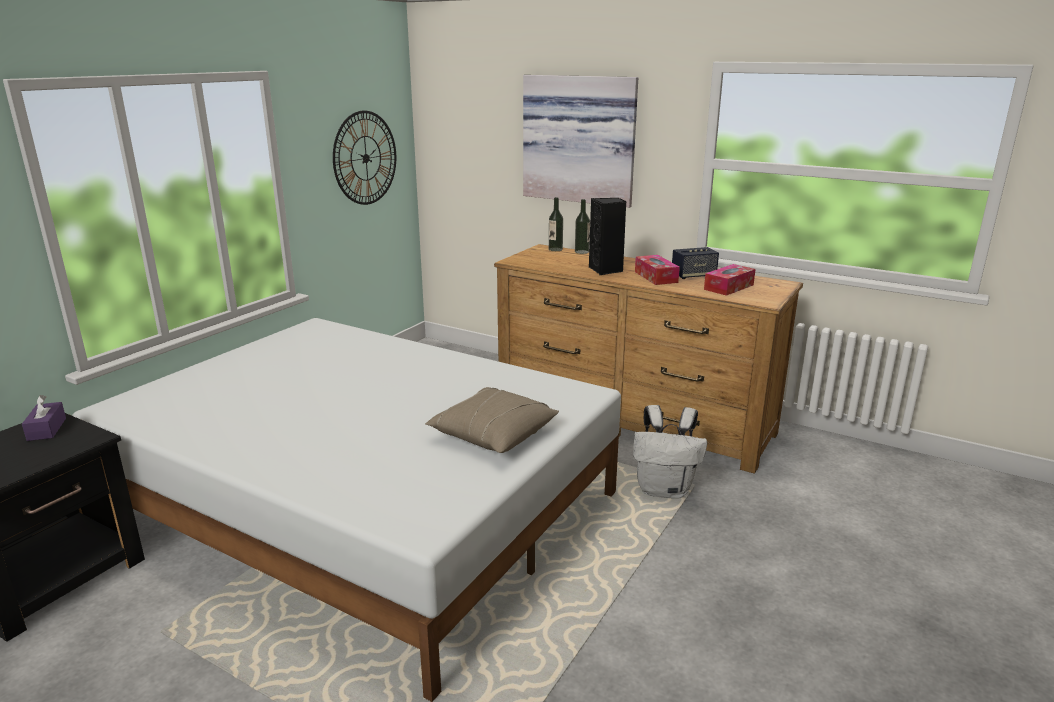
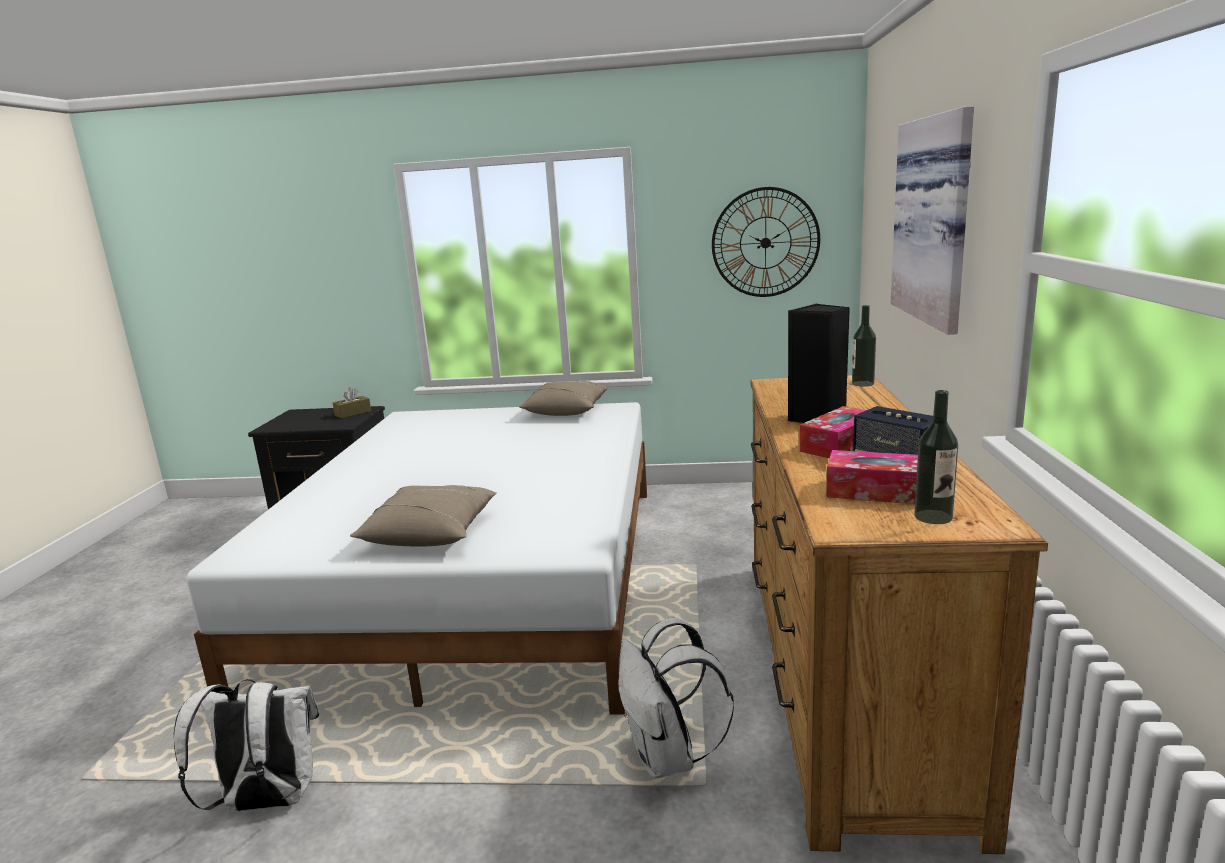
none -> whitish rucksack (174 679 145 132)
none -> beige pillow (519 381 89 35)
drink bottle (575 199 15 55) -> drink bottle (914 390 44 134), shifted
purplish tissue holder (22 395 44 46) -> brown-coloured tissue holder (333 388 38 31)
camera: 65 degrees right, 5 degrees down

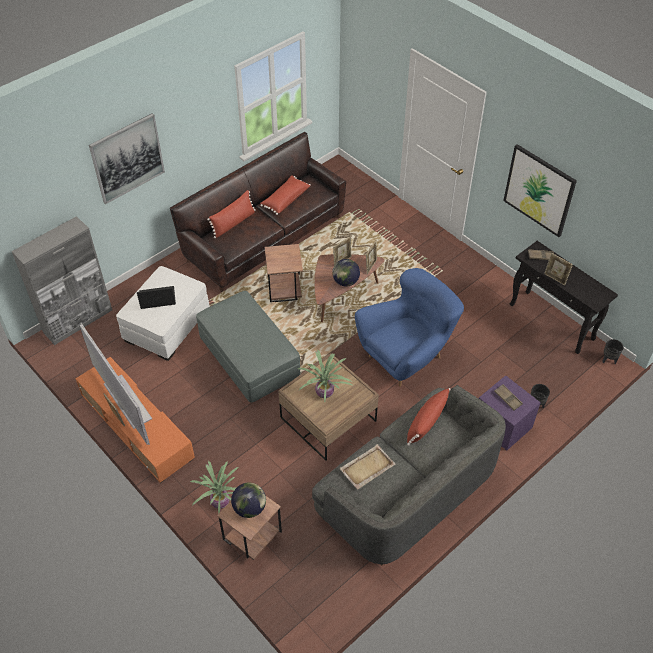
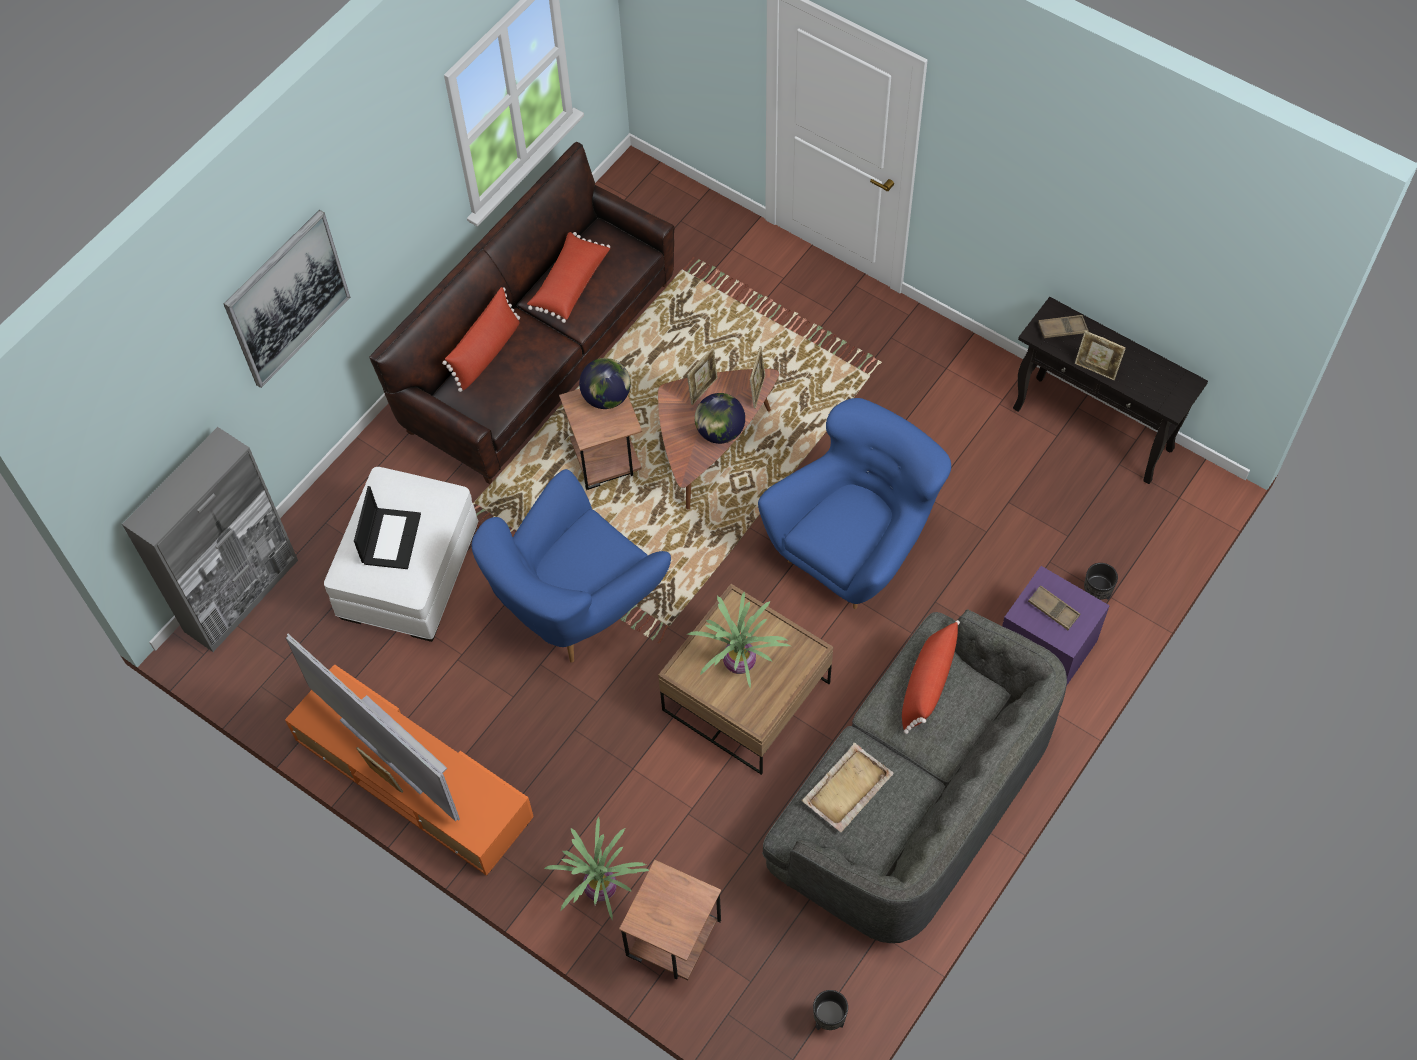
picture (503 144 74 93) -> none
desk globe (231 483 35 35) -> desk globe (579 358 52 51), shifted
black-coloured flower pot (602 339 22 25) -> black-coloured flower pot (813 990 35 40), shifted
gray footrest (196 291 104 112) -> blue-coloured lounge chair (472 469 199 194)
laptop (137 286 39 23) -> laptop (354 486 67 83), 120 degrees clockwise
camera: 10 degrees left, 10 degrees up

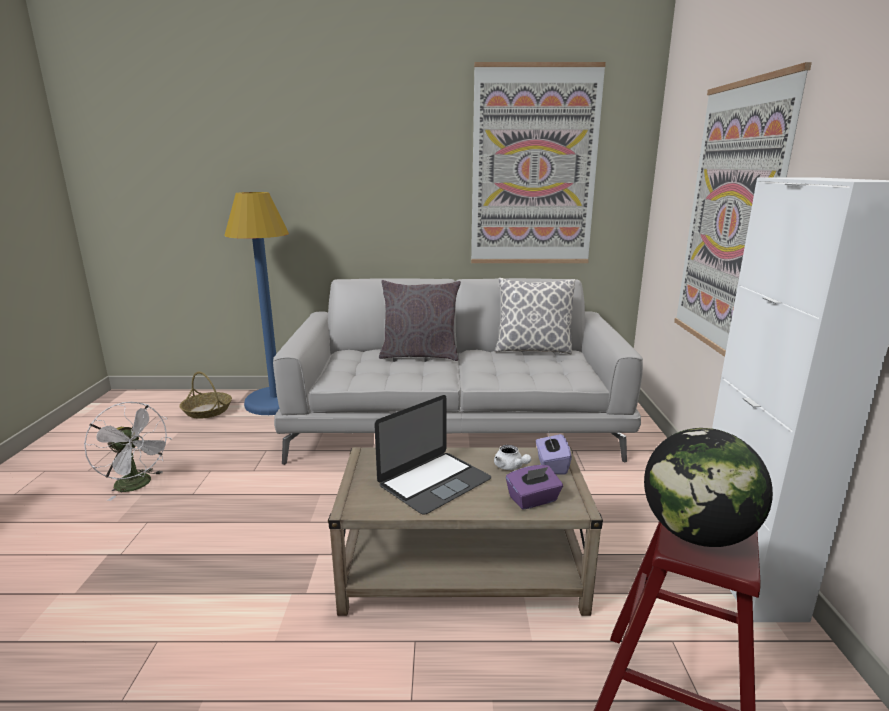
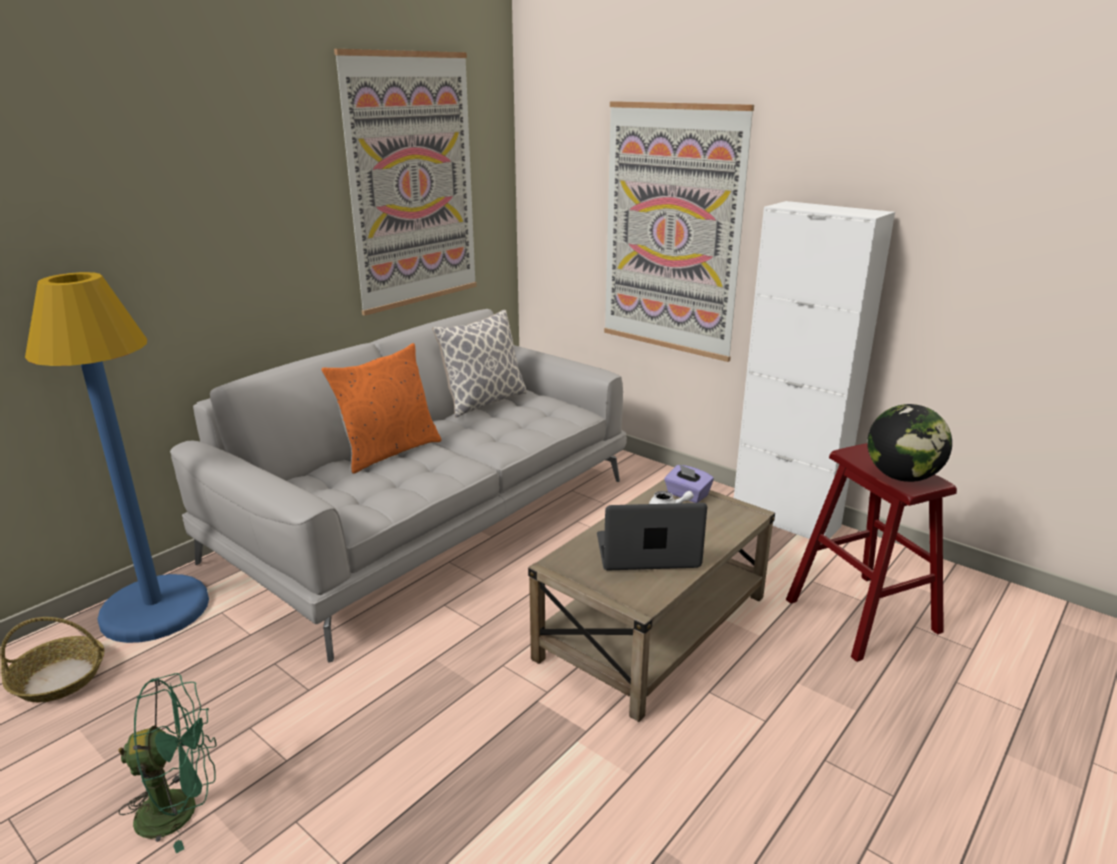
purplish tissue holder (506 465 57 45) -> none
whitish cooling fan (84 402 88 99) -> green-coloured cooling fan (118 673 99 181)
gray pillow (379 280 82 81) -> orangey pillow (321 343 120 131)
laptop (374 395 117 120) -> laptop (597 503 110 67), 90 degrees counterclockwise
camera: 50 degrees left, 5 degrees up

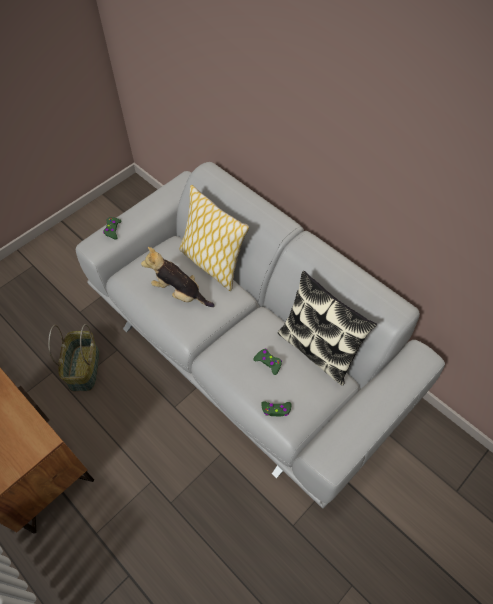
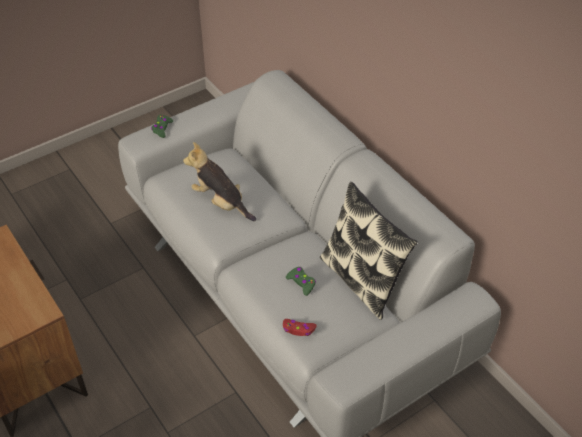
storage basket (48 324 51 67) -> none
pillow (179 185 70 106) -> none
green-coloured gamepad (261 401 30 15) -> red-coloured gamepad (283 319 34 17)
camera: 10 degrees right, 10 degrees down

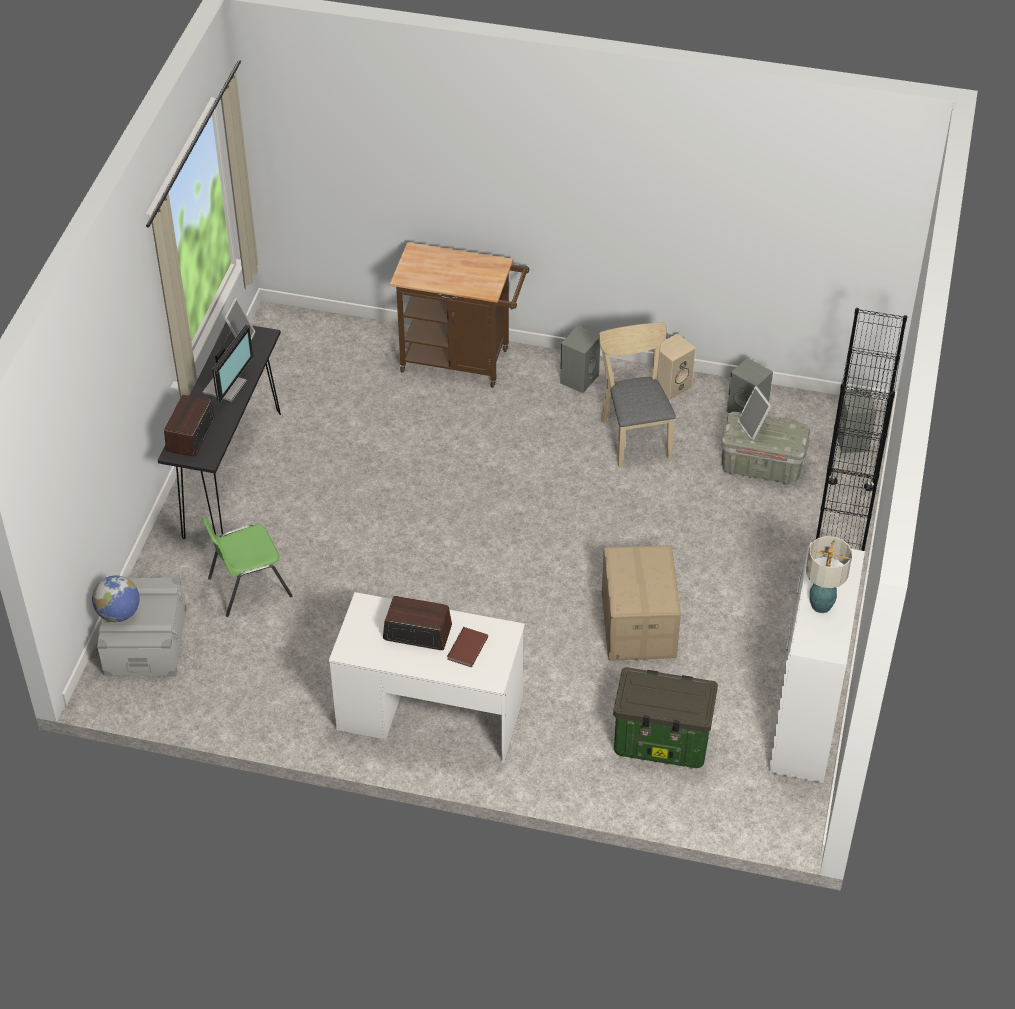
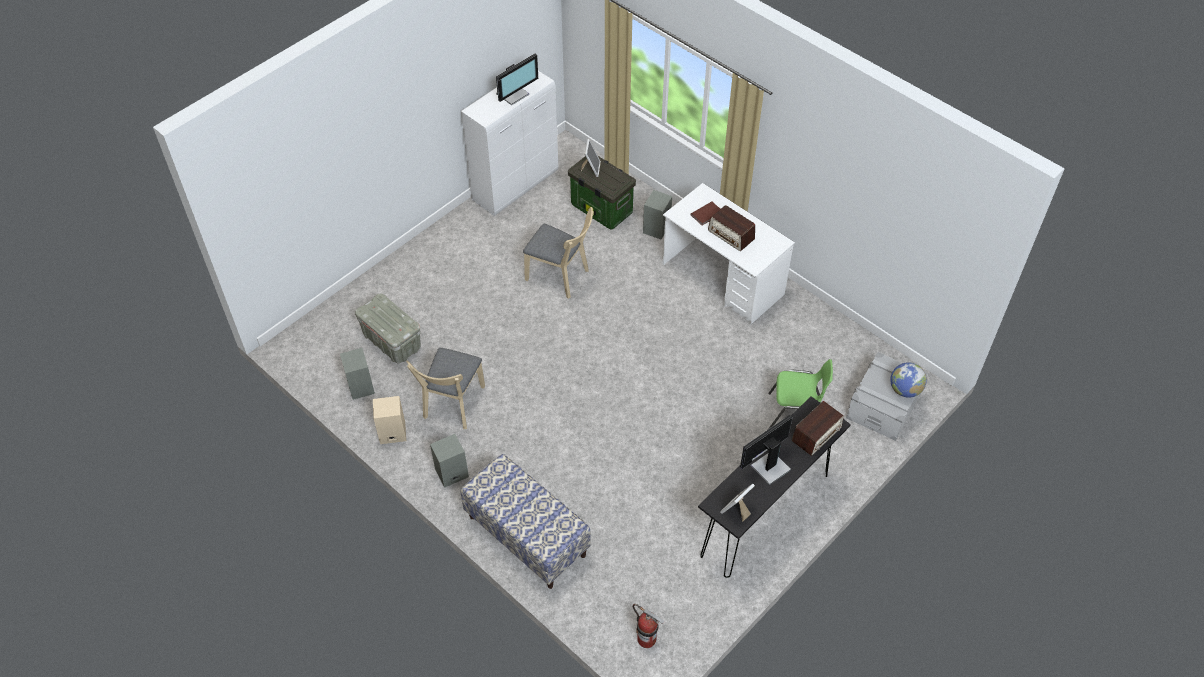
black-coloured shelving unit (816 308 91 253) -> none
none -> fire-fighting cylinder (633 604 32 44)
photo frame (737 386 34 55) -> photo frame (581 139 20 38), shifted
gray speaker (837 390 39 63) -> gray speaker (643 190 29 50), shifted
brown-coloured wheeled cart (390 242 139 146) -> indoor bench (461 454 130 135)
packing box (602 545 79 116) -> beige chair (523 207 71 92)
lamp for a table (806 536 46 77) -> computer display (496 53 42 52)
camera: 150 degrees left, 5 degrees up

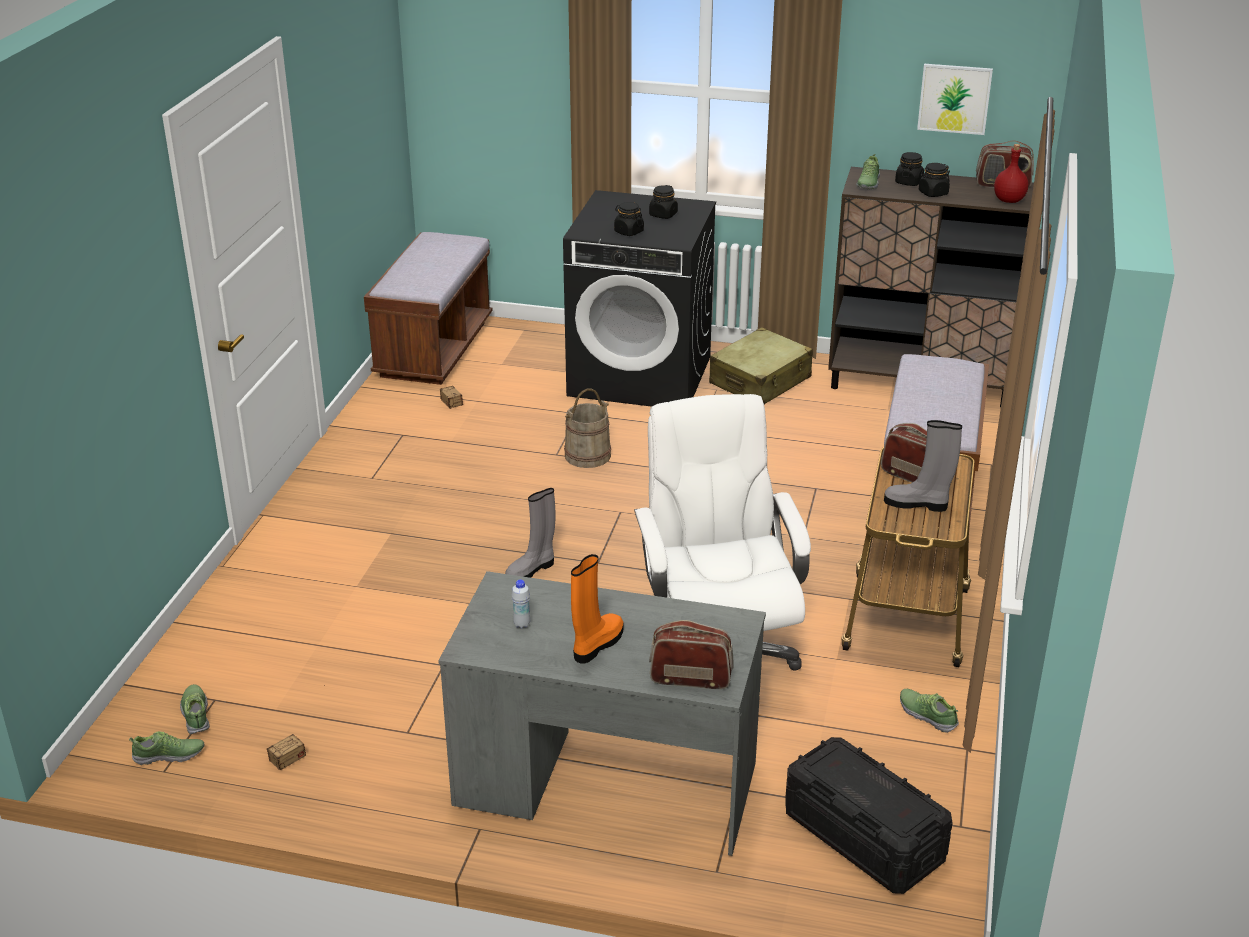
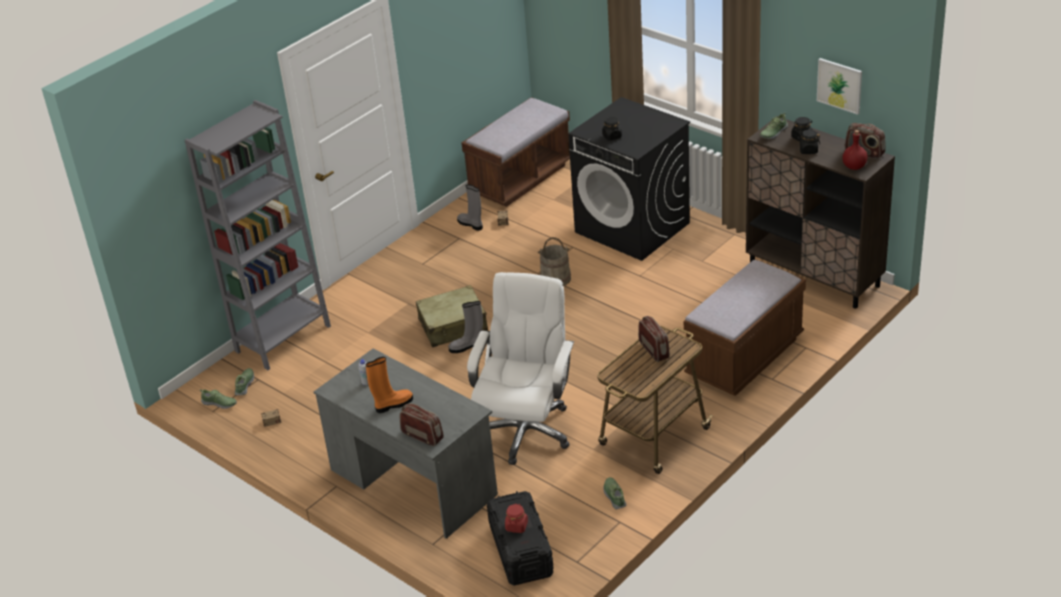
black-coloured storage jar (649 185 29 34) -> none
none -> gray shelving unit (185 100 146 270)
none -> red-coloured storage jar (505 503 23 30)
beige suitcase (709 327 104 77) -> beige suitcase (416 285 72 62), shifted
gray high-top boot (884 420 78 92) -> gray high-top boot (457 184 26 47), shifted
camera: 30 degrees right, 5 degrees up

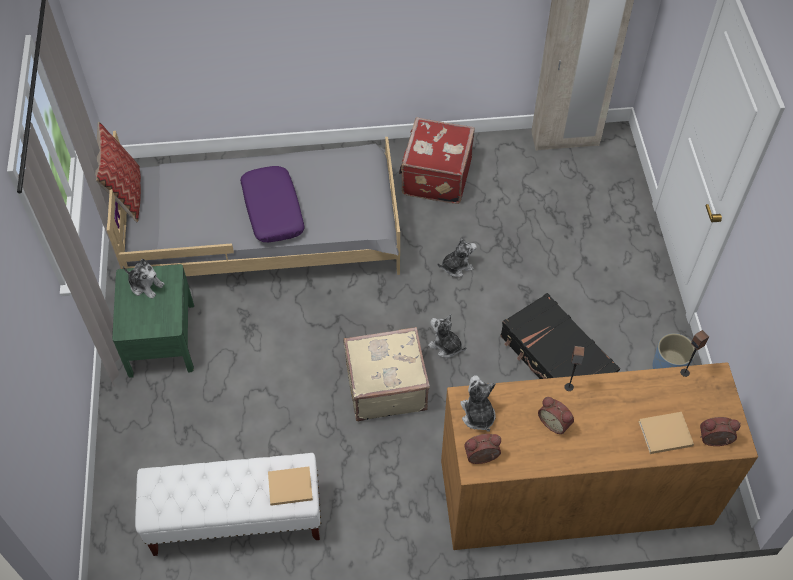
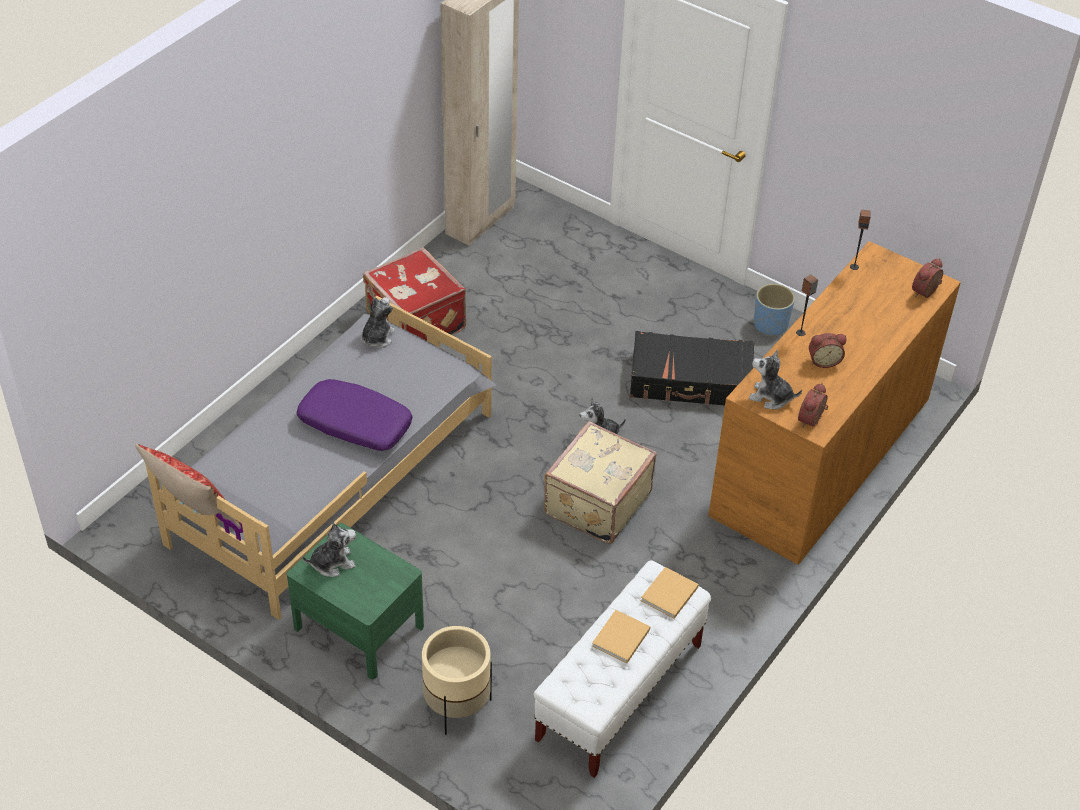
none -> beige flower pot (422 626 70 109)
plush toy (437 239 40 38) -> plush toy (361 297 34 51), shifted
beige bound book (638 412 56 42) -> beige bound book (592 610 58 53), shifted
camera: 50 degrees left, 10 degrees down

